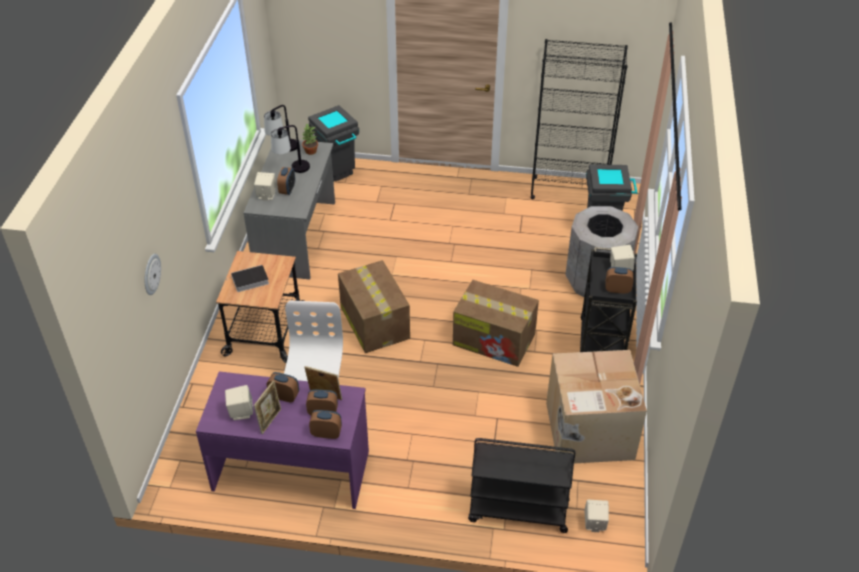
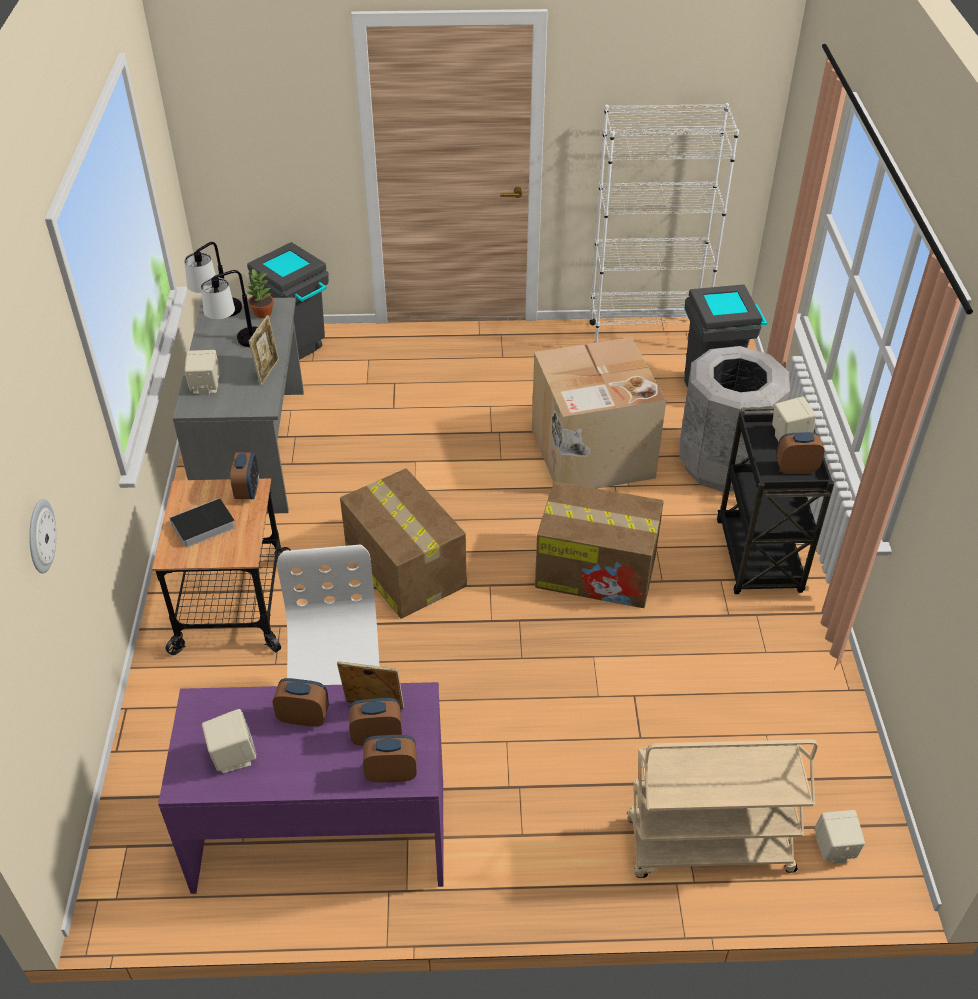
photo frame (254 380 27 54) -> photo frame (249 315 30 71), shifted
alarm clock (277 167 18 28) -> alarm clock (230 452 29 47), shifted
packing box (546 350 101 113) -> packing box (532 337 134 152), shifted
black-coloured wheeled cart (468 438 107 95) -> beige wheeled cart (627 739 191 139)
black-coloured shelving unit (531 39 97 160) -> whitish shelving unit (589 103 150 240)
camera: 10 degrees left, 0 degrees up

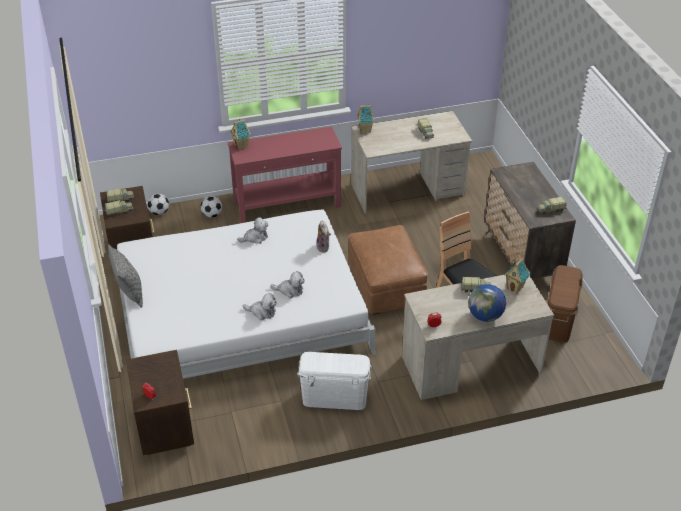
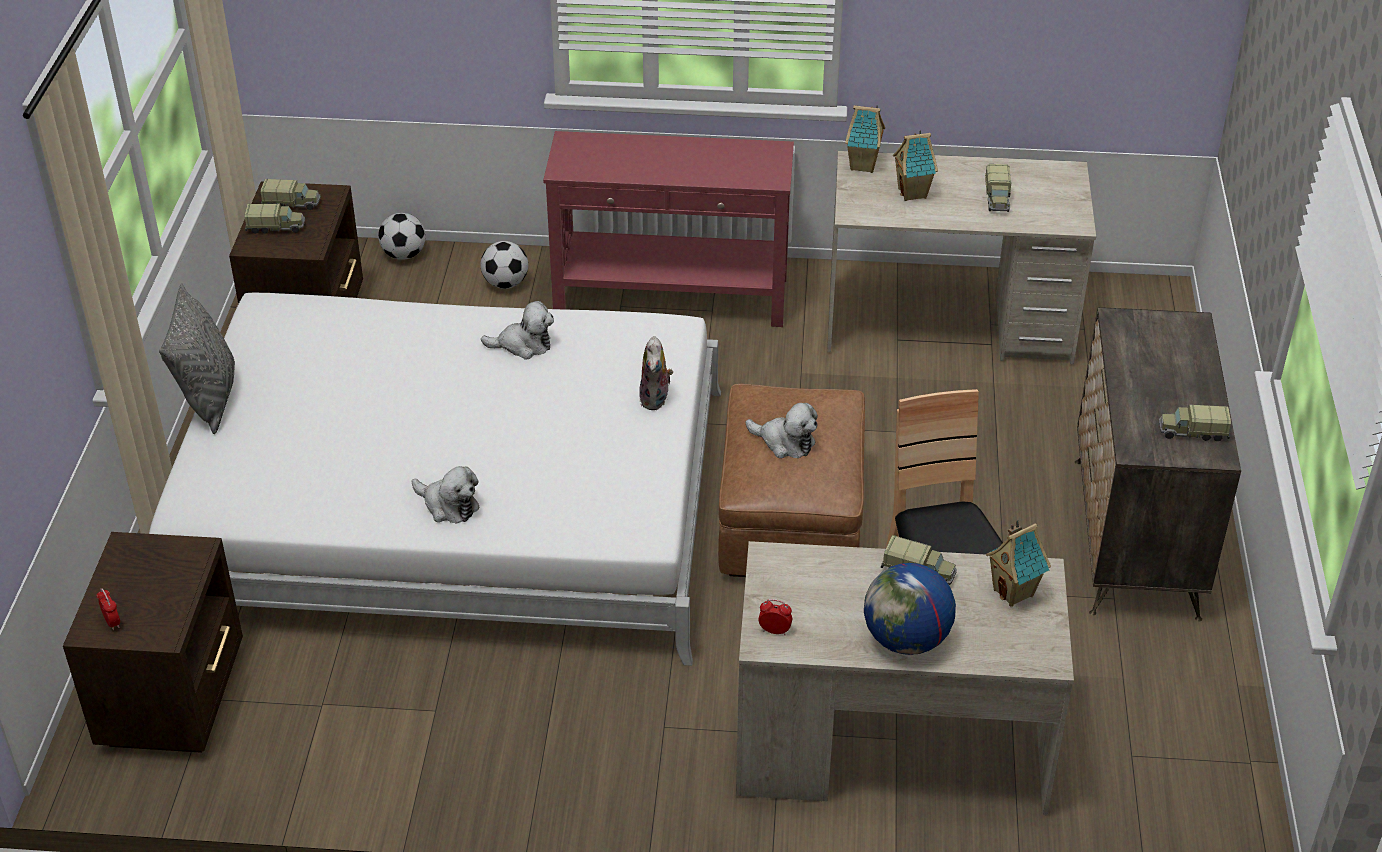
whitish storage container (297 352 75 58) -> none
brown-coloured storage container (547 265 36 77) -> none
toy house (230 119 21 31) -> toy house (893 130 45 71), shifted
plush toy (270 271 35 27) -> plush toy (746 403 72 55), shifted
camera: 20 degrees right, 0 degrees up

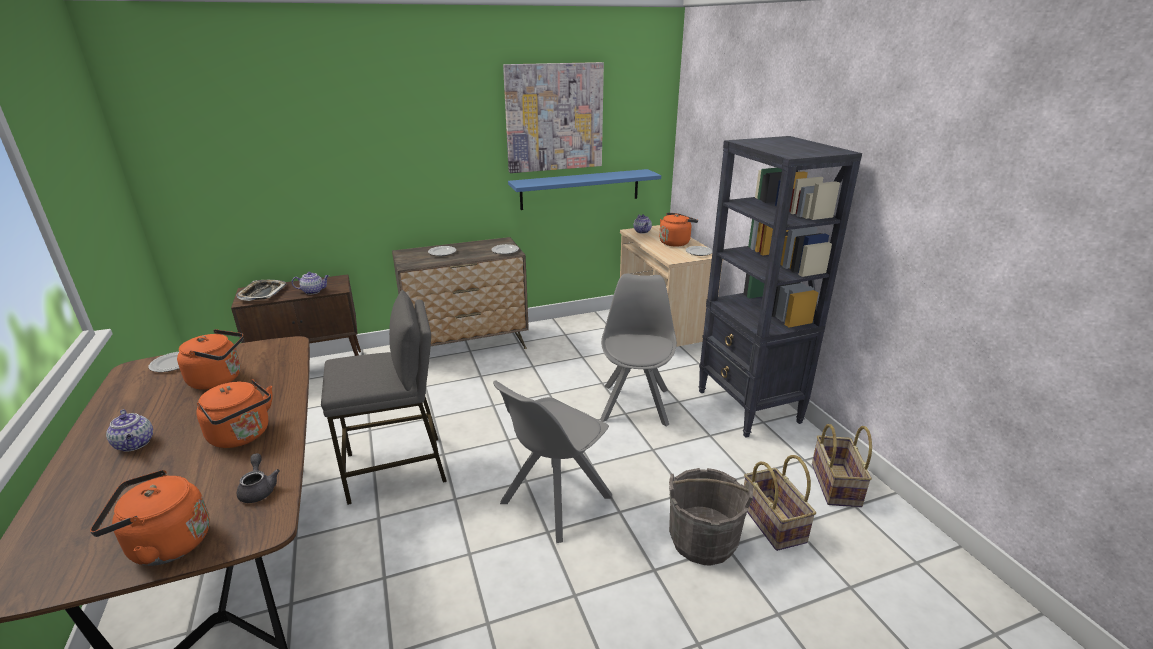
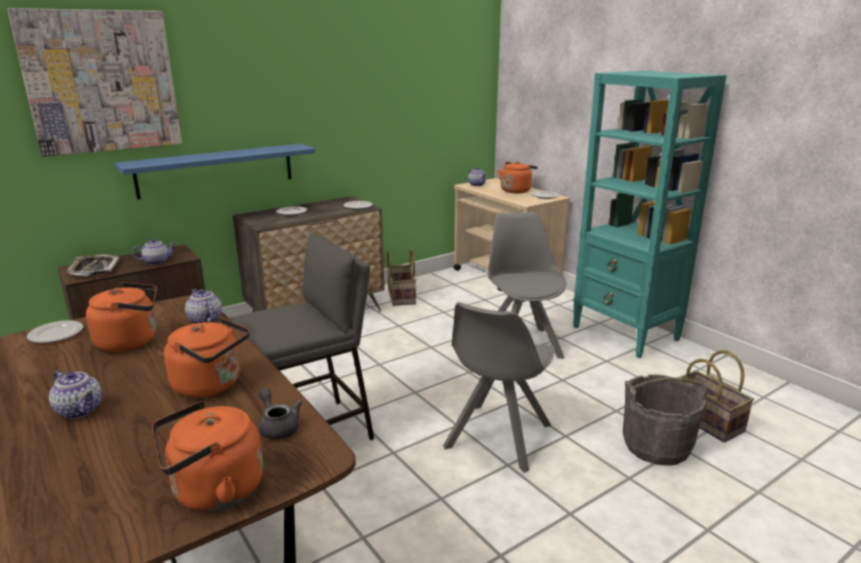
none -> tea pot (185 289 37 35)
picture (503 62 101 111) -> picture (7 8 175 149), shifted
blue-coloured wall shelf (508 169 153 41) -> blue-coloured wall shelf (114 144 201 56), shifted
storage basket (812 424 60 83) -> storage basket (387 248 29 58), shifted
black-coloured shelving unit (698 136 164 302) -> blue-green shelving unit (573 71 154 287)
camera: 15 degrees left, 5 degrees down

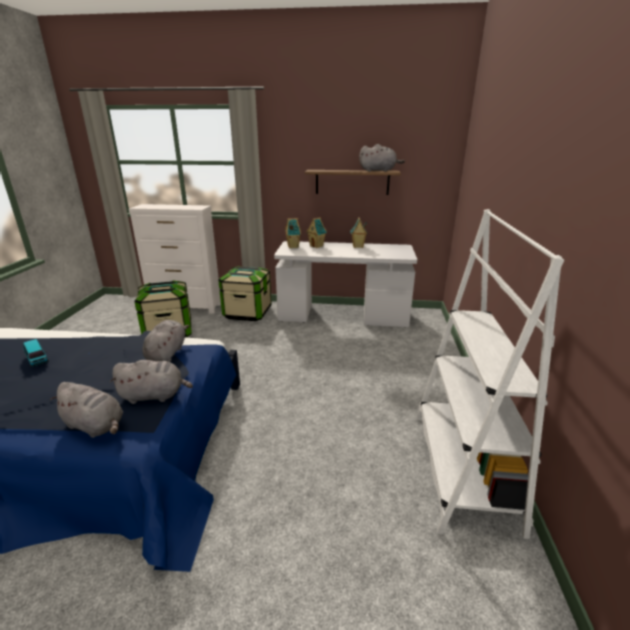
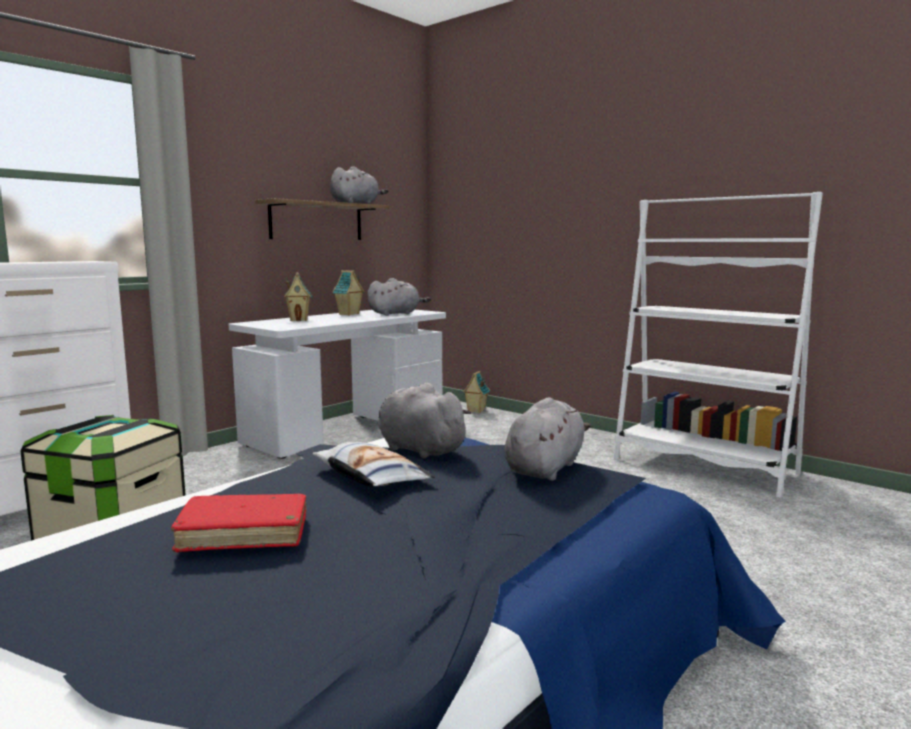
storage container (218 266 54 55) -> none
none -> pillow (313 442 122 44)
gray plush toy (50 382 73 56) -> gray plush toy (367 278 64 38), shifted
toy house (285 218 16 30) -> toy house (463 371 27 42), shifted
miniature car (23 339 26 28) -> red-coloured bound book (171 494 136 58)
camera: 55 degrees left, 15 degrees down

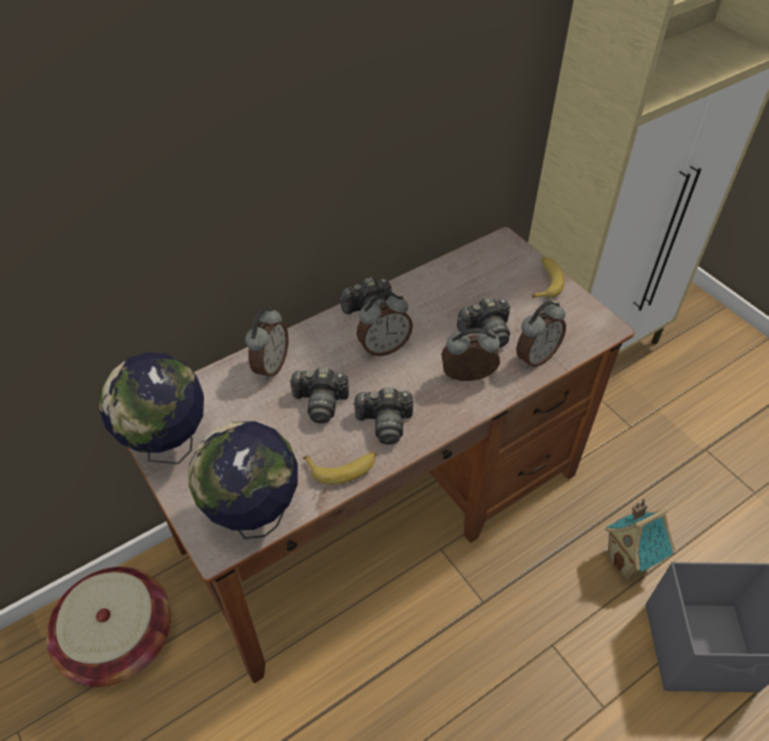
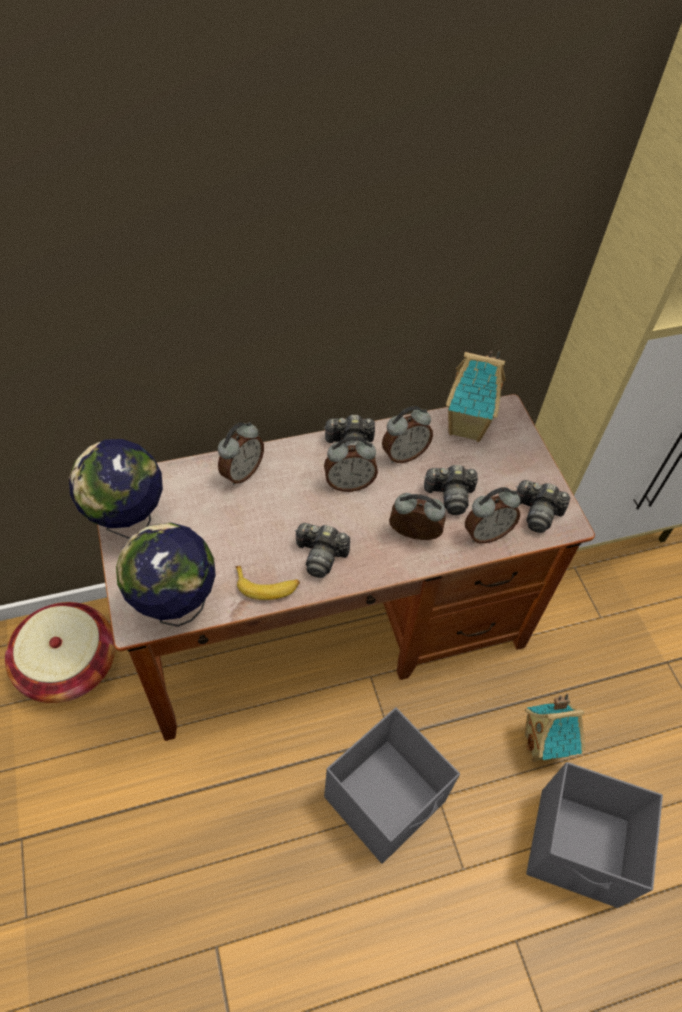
whole banana (532 257 33 41) -> none
none -> gray storage container (324 707 136 157)
none -> alarm clock (382 406 51 57)
none -> toy house (446 350 60 92)
still camera (289 368 60 55) -> still camera (516 480 54 53), shifted
camera: 15 degrees right, 5 degrees up

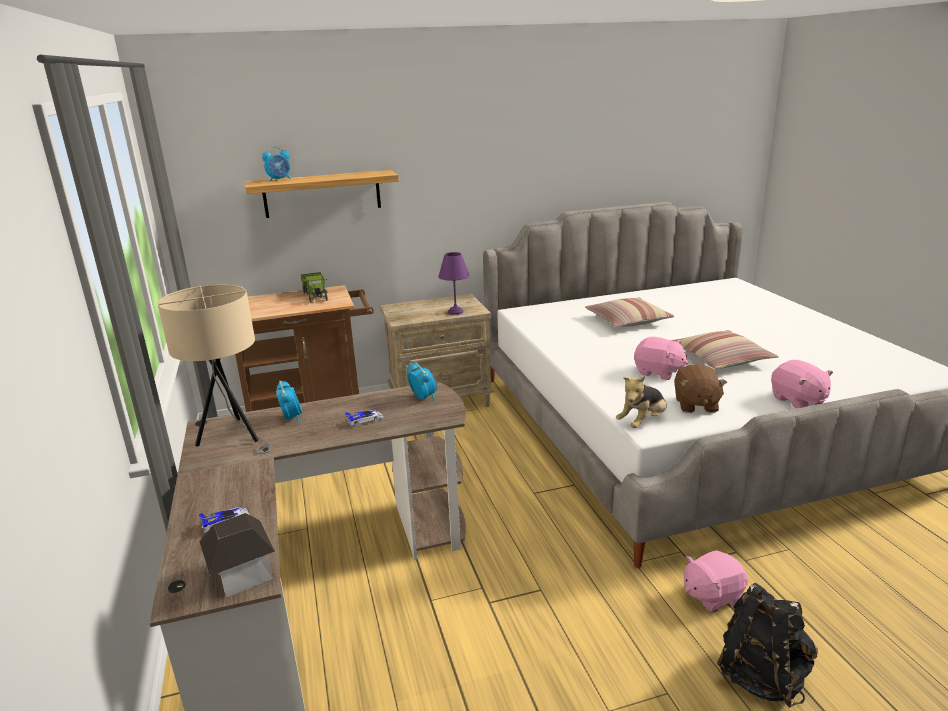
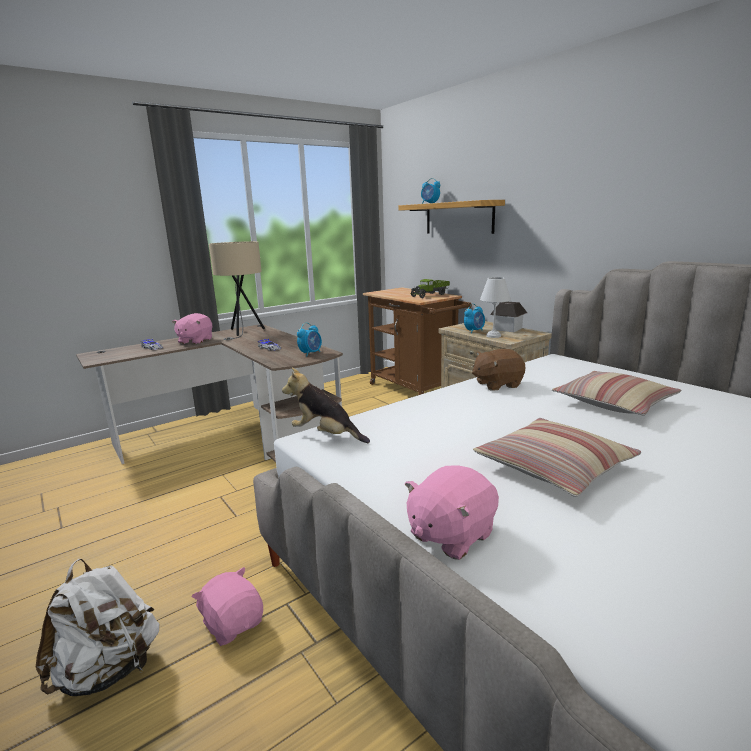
toy house (199 513 76 84) -> toy house (490 302 37 30), shifted
alarm clock (276 381 26 42) -> alarm clock (464 304 21 29), shifted
pink-coloured plush toy (634 337 54 43) -> pink-coloured plush toy (172 313 40 31), shifted
brown-coloured plush toy (674 364 53 49) -> brown-coloured plush toy (472 349 53 42), shifted
purplish lamp for a table (438 252 31 63) -> whitish lamp for a table (480 277 31 61)
black-coloured rucksack (717 583 101 125) -> whitish rucksack (36 559 123 137)
camera: 70 degrees right, 5 degrees down

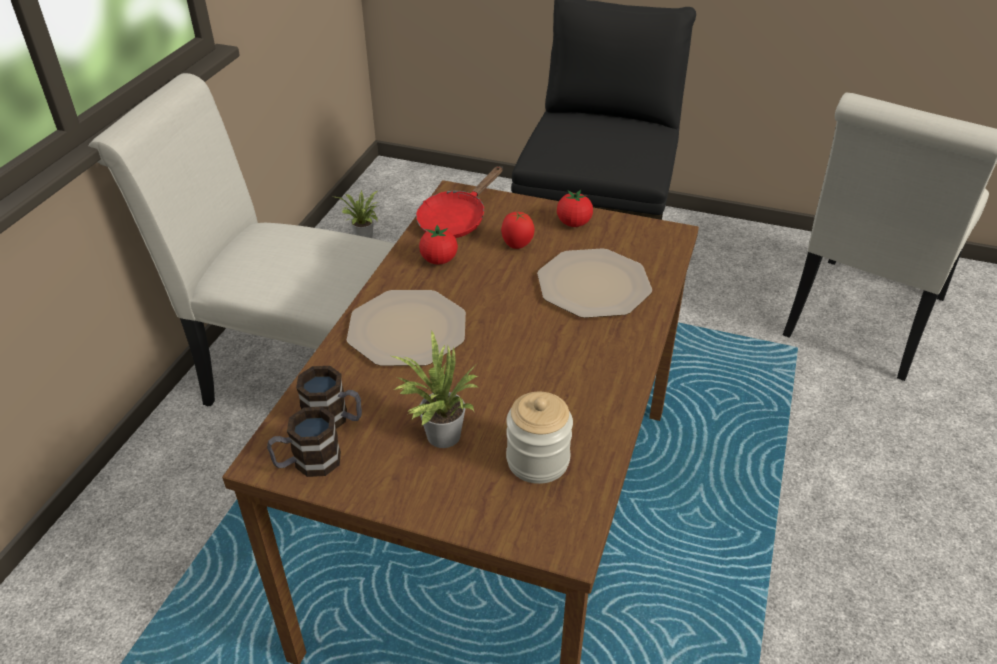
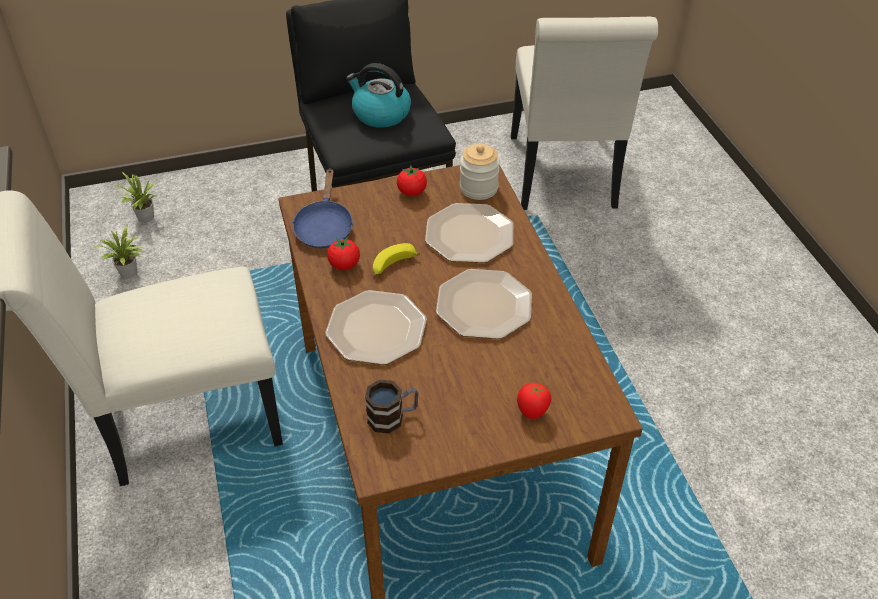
tea mug (267 407 74 70) -> none
none -> water kettle (346 63 65 65)
none -> whole banana (373 243 47 33)
none -> flat dish (436 269 96 70)
potted plant (392 331 86 117) -> potted plant (115 171 43 52), shifted
whole tomato (501 212 34 37) -> whole tomato (517 383 34 36), shifted
storage jar (506 392 67 92) -> storage jar (460 144 40 56), shifted
red-coloured frying pan (416 166 87 72) -> blue-coloured frying pan (292 168 62 80)
camera: 35 degrees left, 5 degrees up

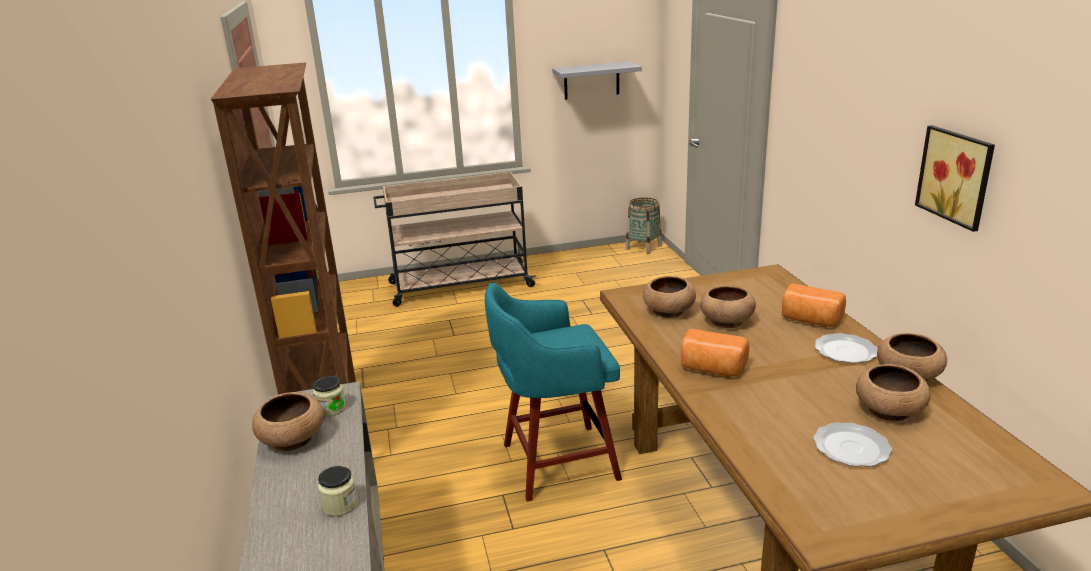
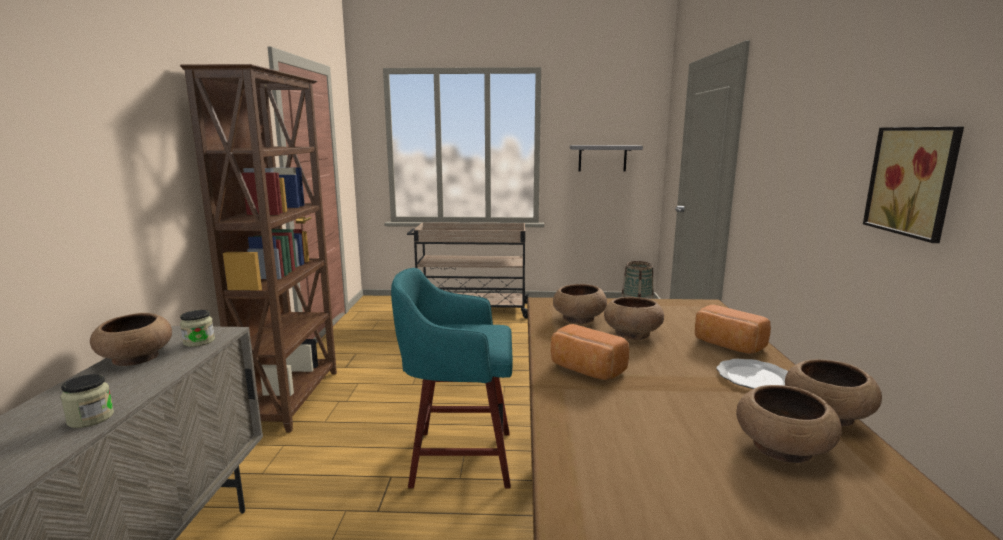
flat dish (813 422 79 45) -> none
camera: 15 degrees right, 10 degrees down

